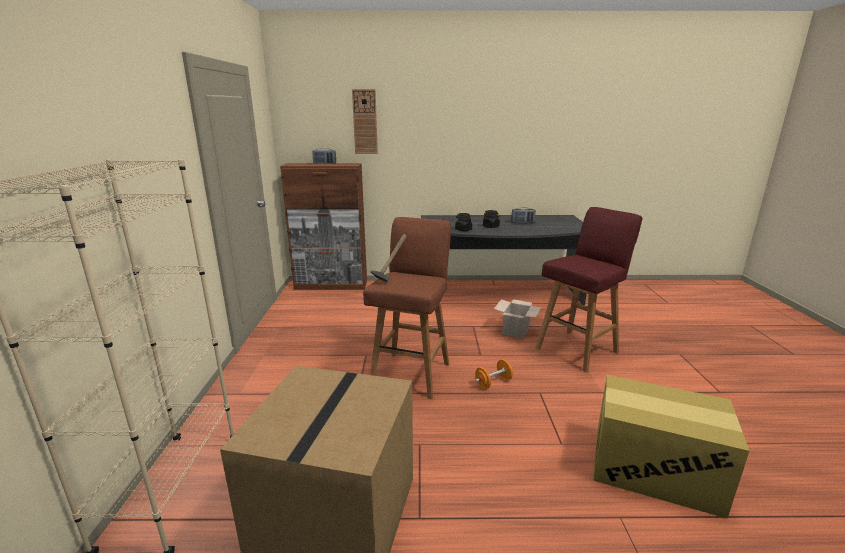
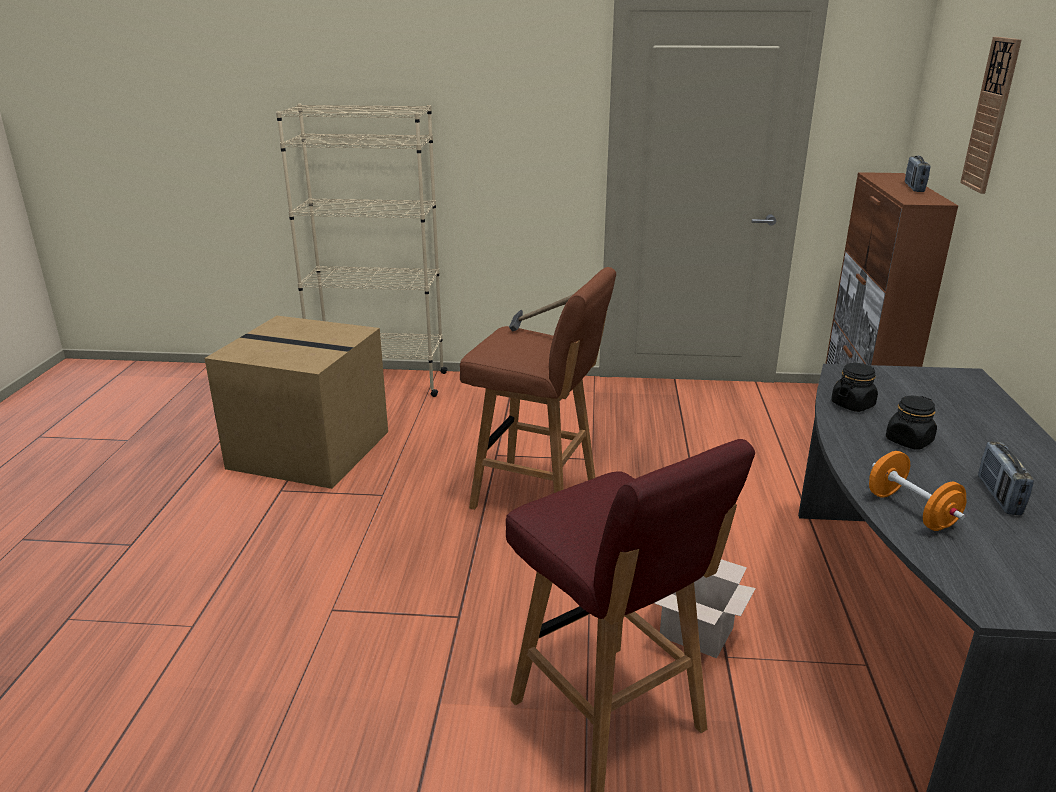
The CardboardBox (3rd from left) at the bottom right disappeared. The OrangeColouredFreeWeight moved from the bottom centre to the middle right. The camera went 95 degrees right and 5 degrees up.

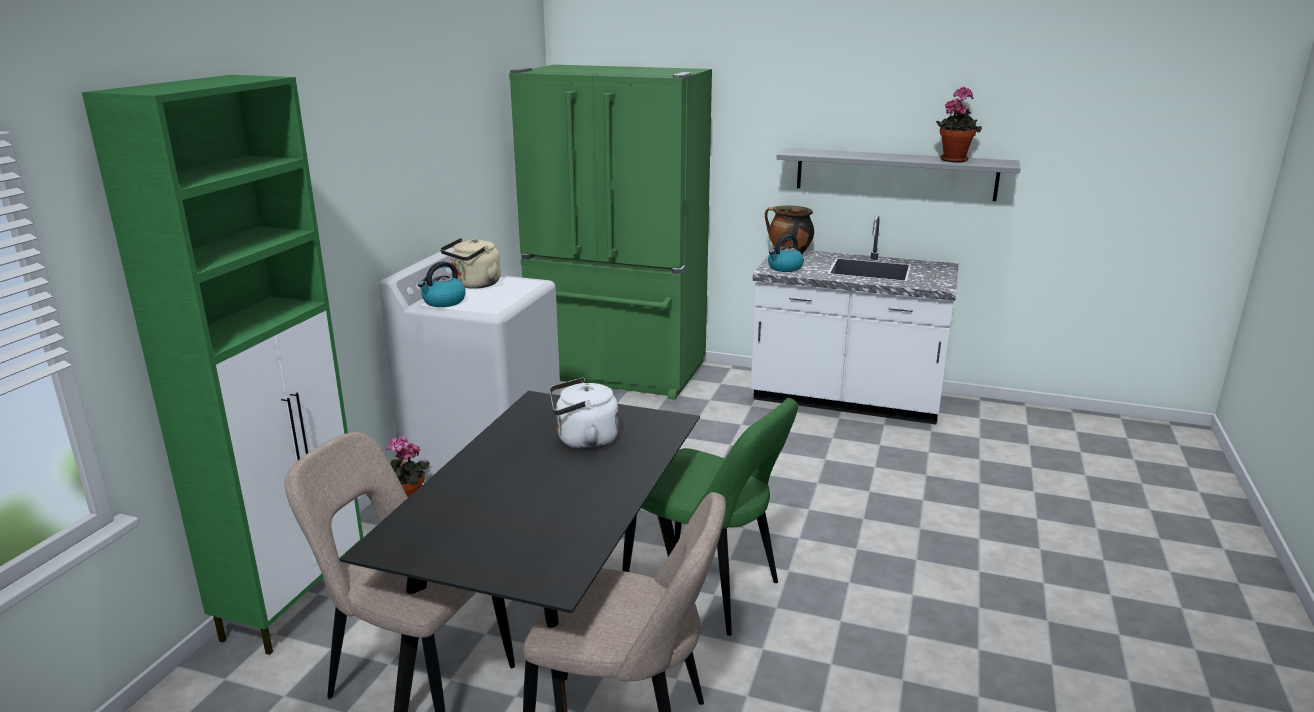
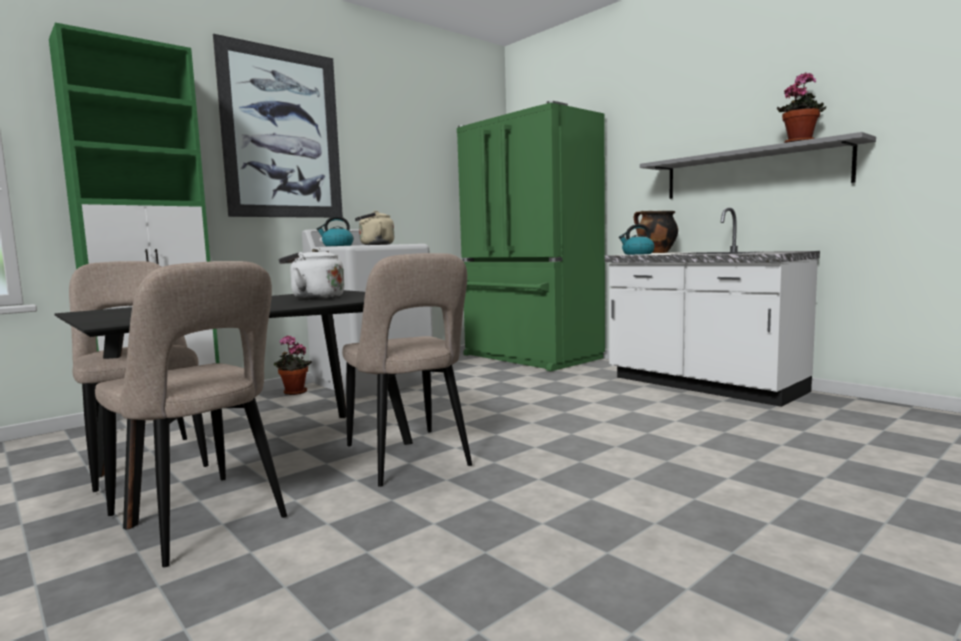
The WallPicture at the top left appeared. The GreenColouredChair at the bottom centre became the SandColouredChair (3rd from left) at the centre. The camera went 30 degrees right and 15 degrees down.

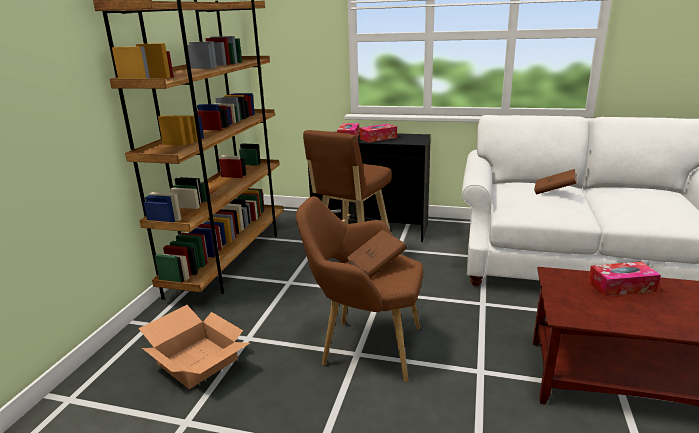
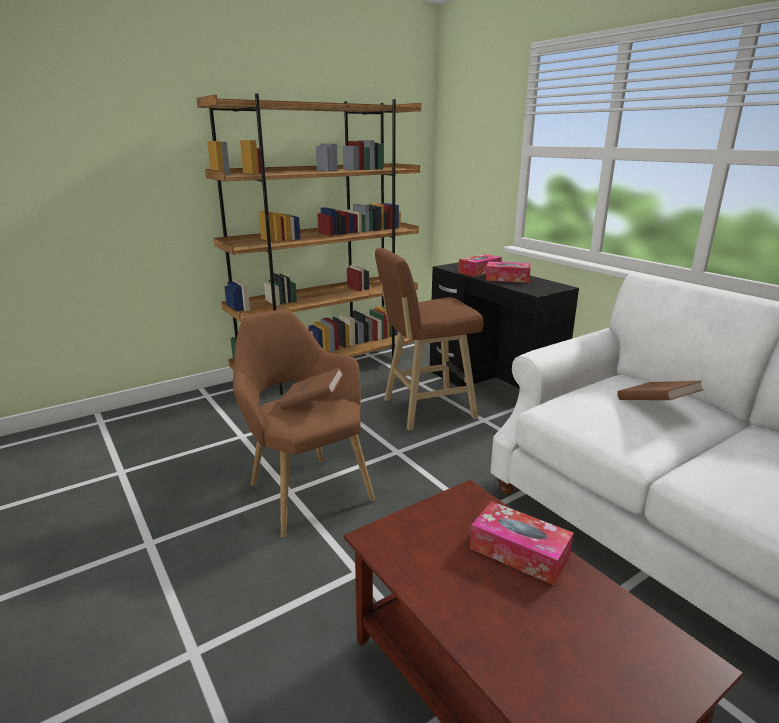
The CardboardBox at the bottom left disappeared. The camera went 40 degrees right and 0 degrees up.

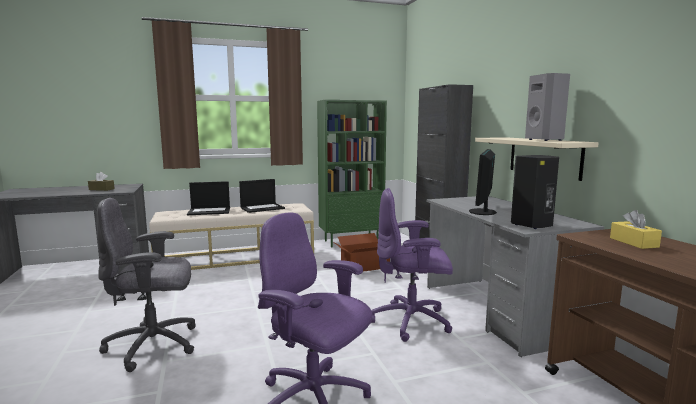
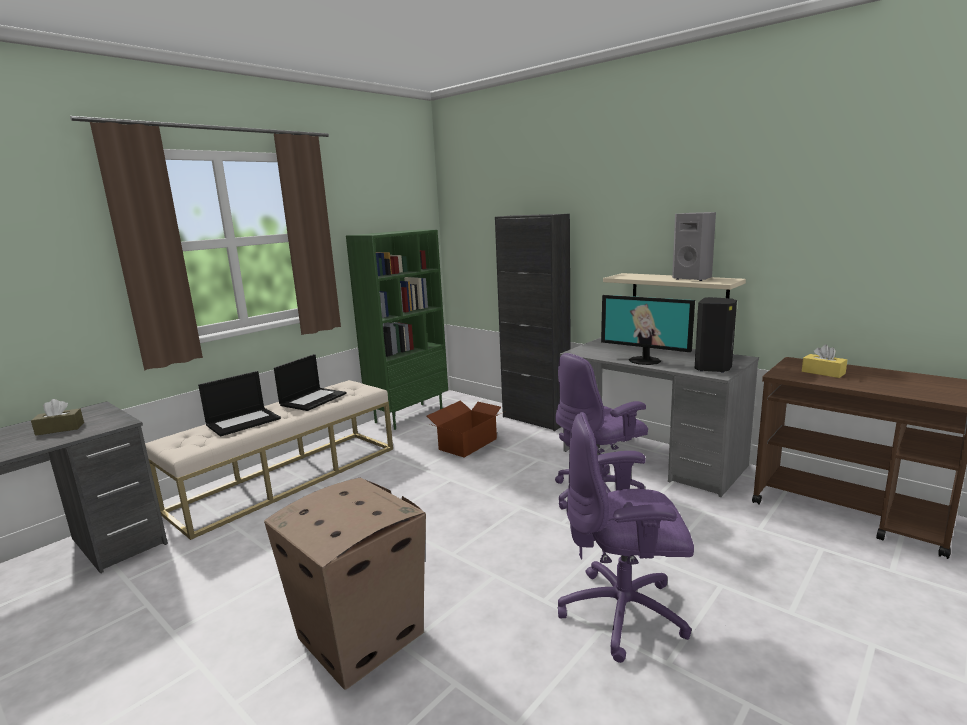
The GrayComputerChair at the bottom left was replaced by the CardboardBox (1st from left) at the bottom centre. The Monitor at the middle right turned 45 degrees counterclockwise. The camera went 30 degrees left and 5 degrees up.

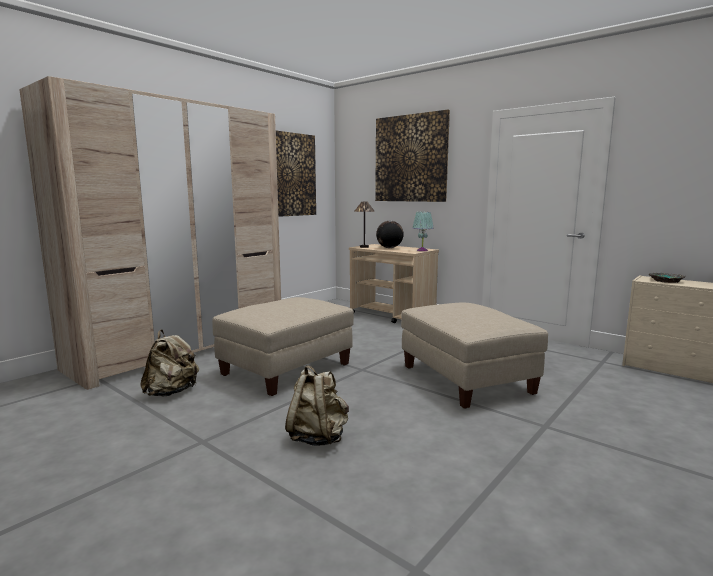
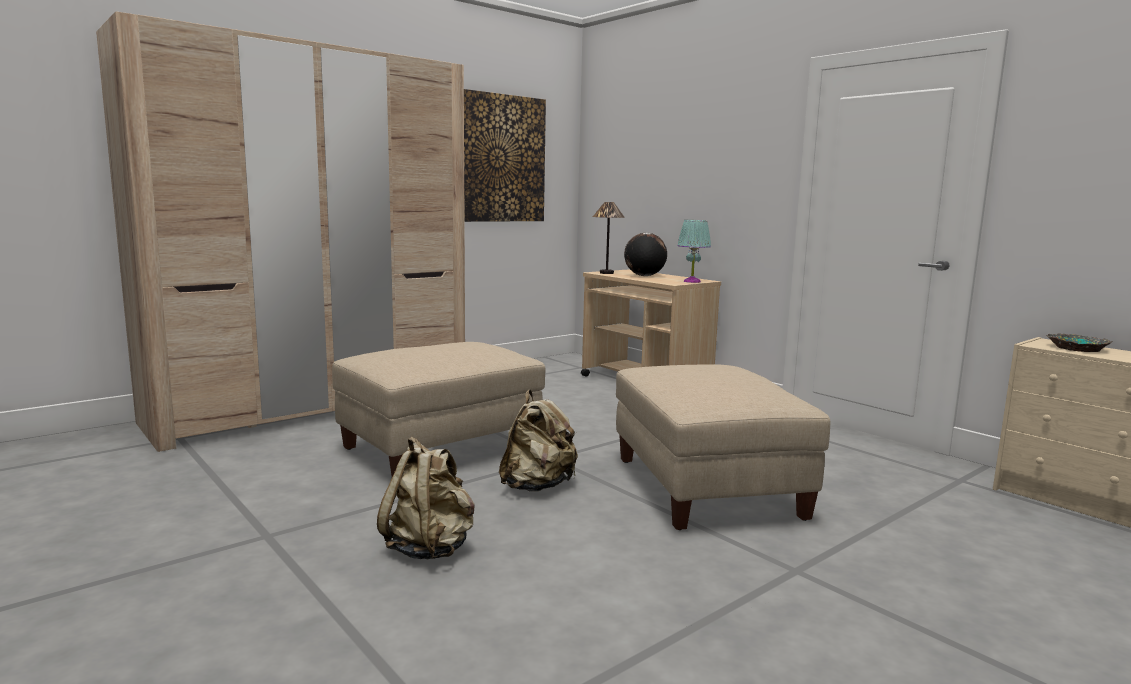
The WallPicture (2nd from left) at the top centre disappeared. The SandColouredBackpack (1st from left in the first image) moved from the middle left to the centre. The camera went 10 degrees right and 0 degrees up.

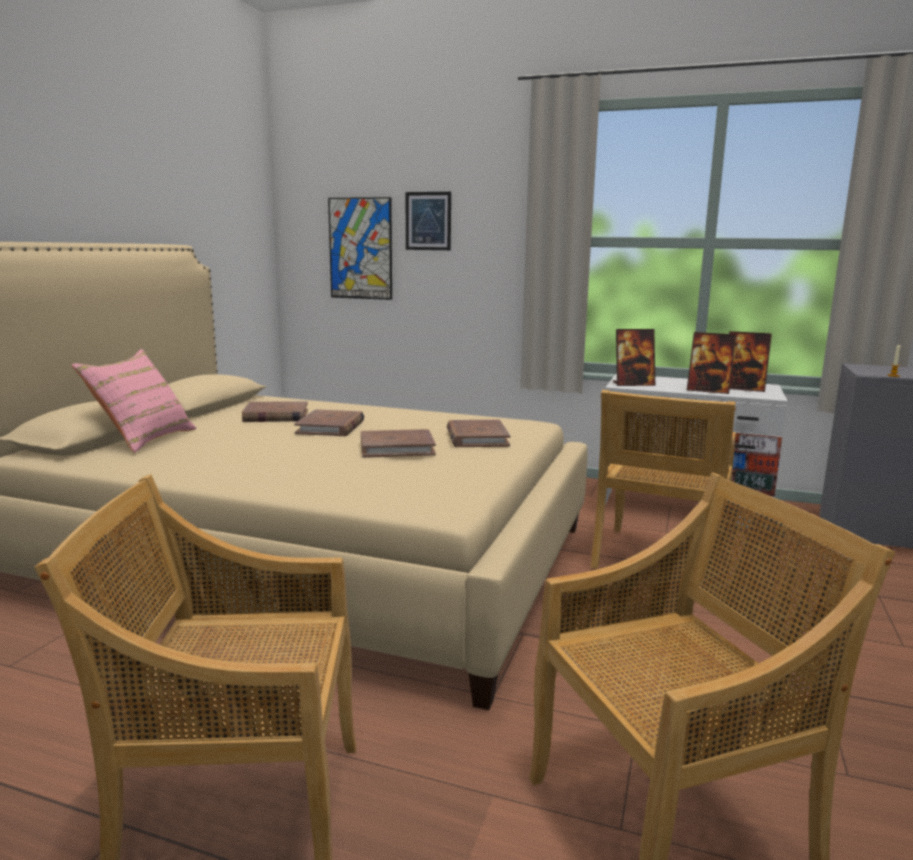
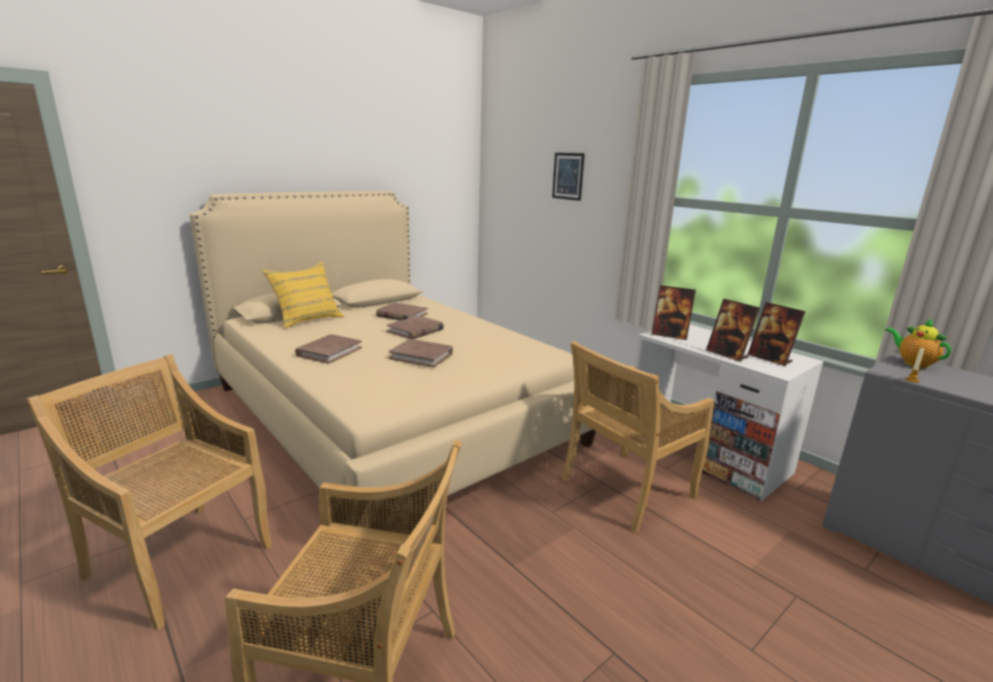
The WallPicture (1st from left) at the top centre disappeared. The TeaPot at the middle right appeared. The BrownishVolume (4th from left in the first image) moved from the centre to the middle left. The PinkThrowPillow at the middle left became the YellowThrowPillow at the middle left. The camera went 30 degrees right and 5 degrees up.

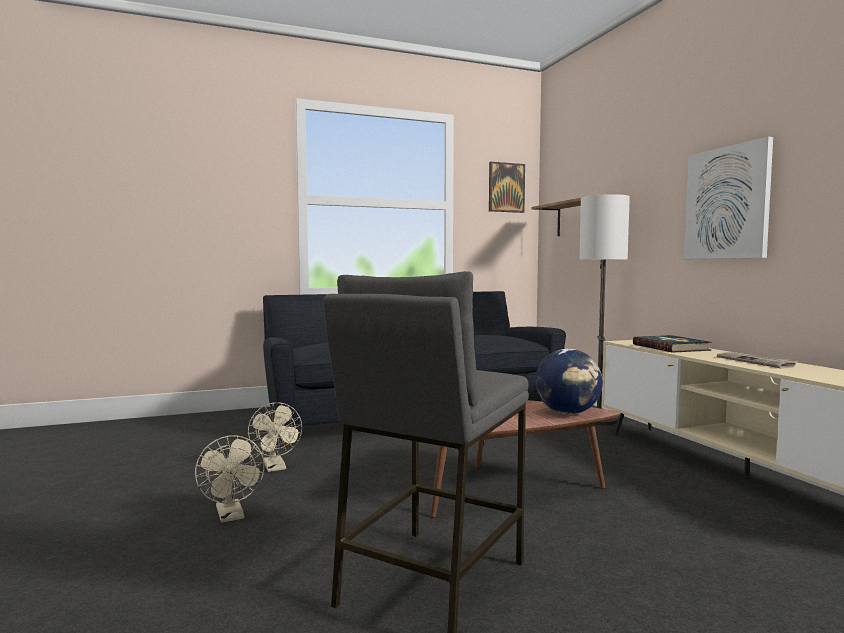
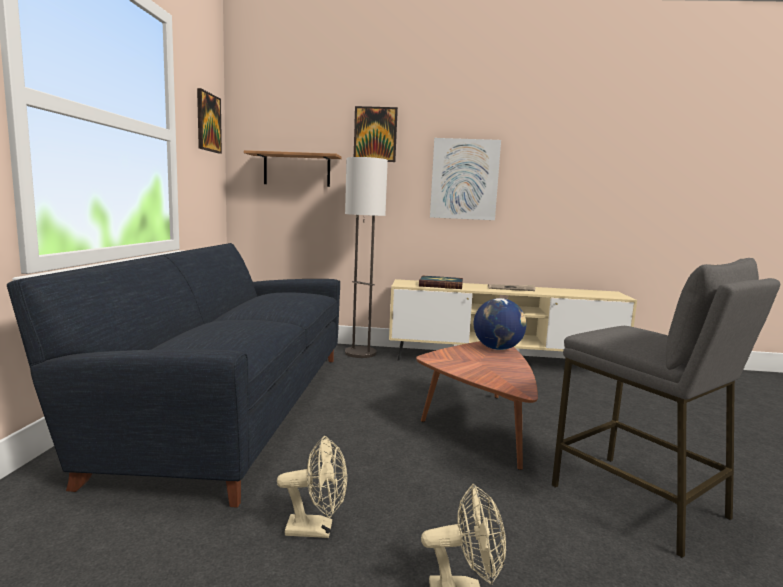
The WallPicture (2nd from left) at the top centre appeared. The camera went 65 degrees left and 5 degrees up.

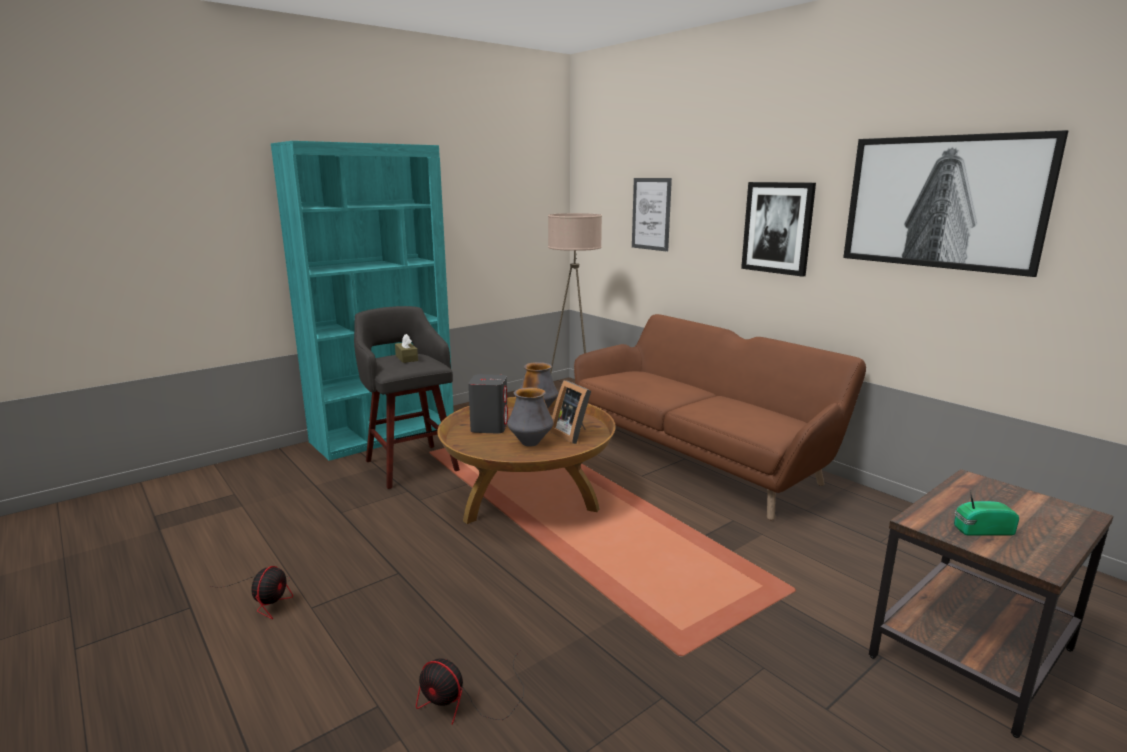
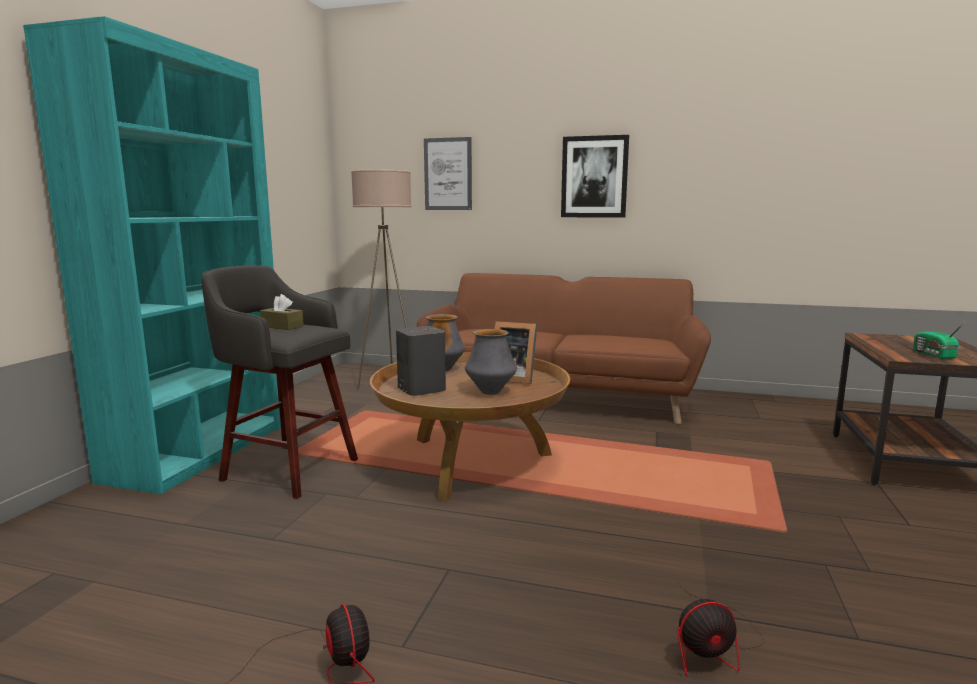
The WallPicture (3rd from left) at the top right disappeared. The RadioReceiver at the bottom right turned 60 degrees counterclockwise. The camera went 35 degrees left and 5 degrees down.

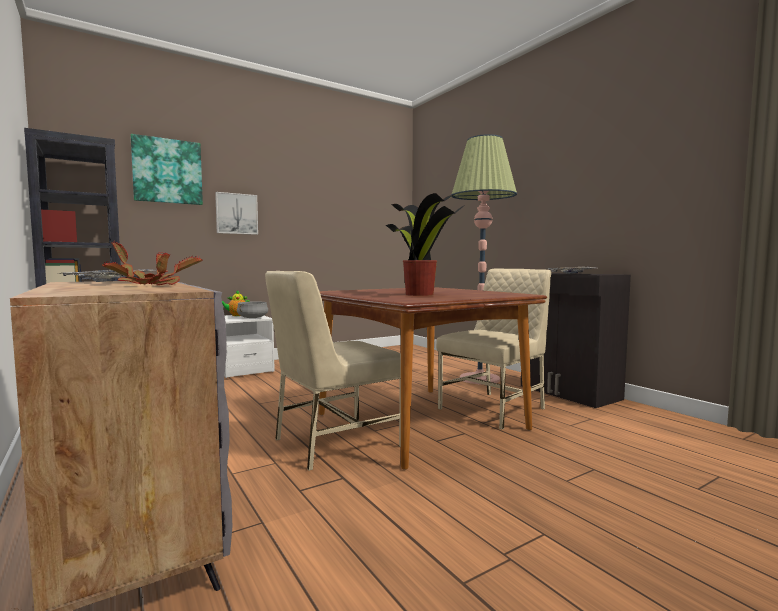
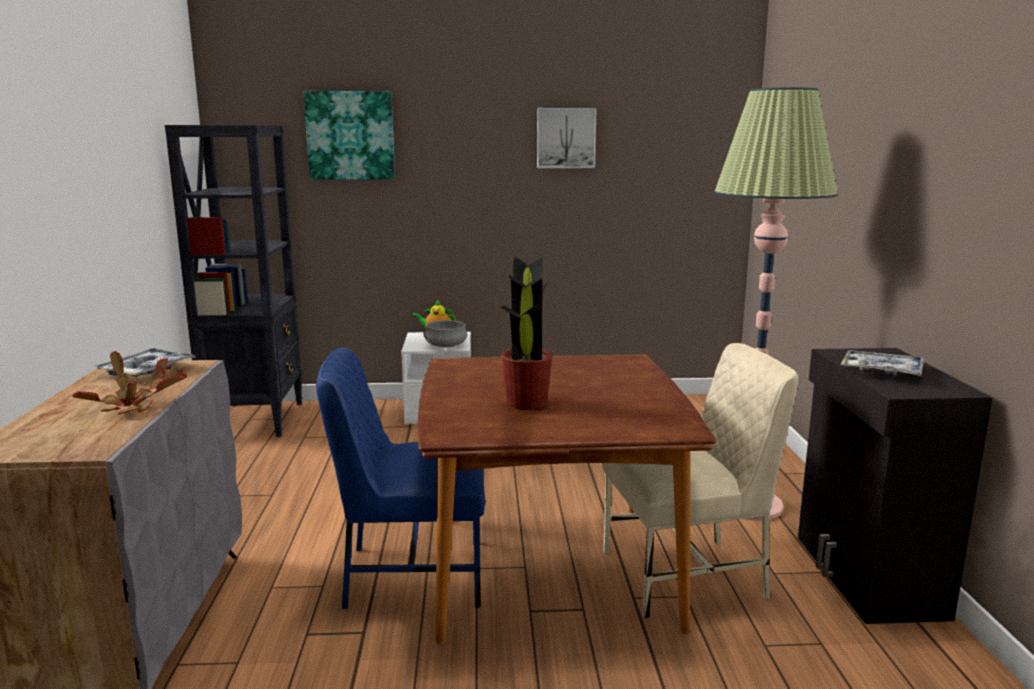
The WallPicture (2nd from left) moved from the middle left to the top centre. The SandColouredChair (1st from left) at the centre became the BlueChair at the bottom centre. The camera went 30 degrees right and 10 degrees up.

